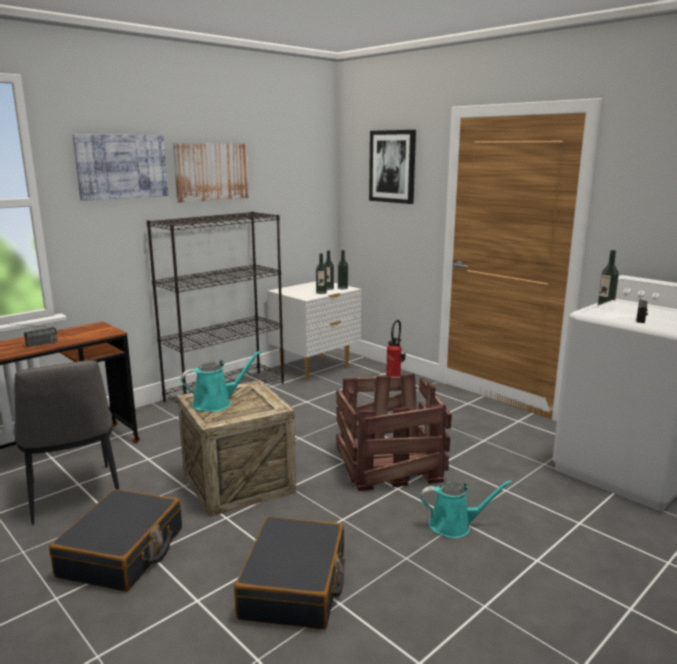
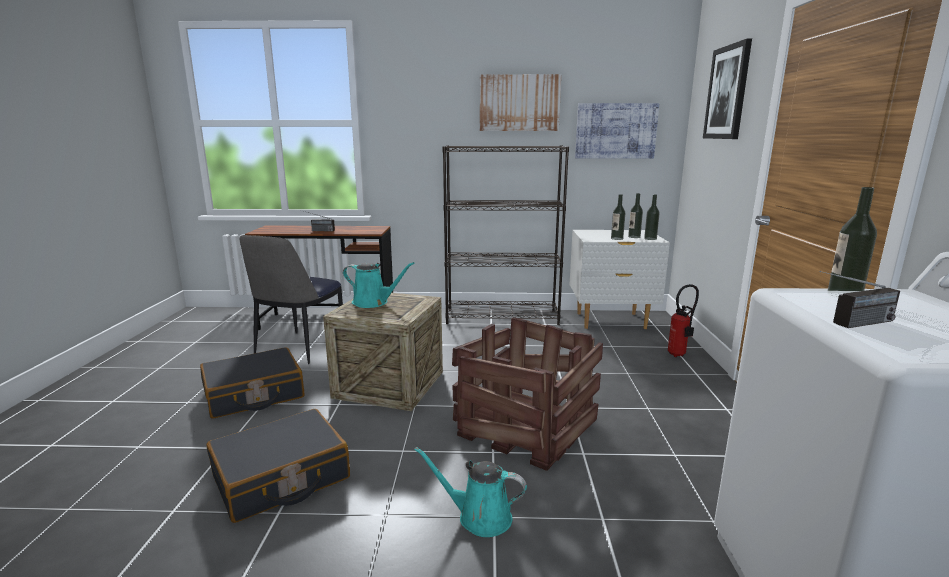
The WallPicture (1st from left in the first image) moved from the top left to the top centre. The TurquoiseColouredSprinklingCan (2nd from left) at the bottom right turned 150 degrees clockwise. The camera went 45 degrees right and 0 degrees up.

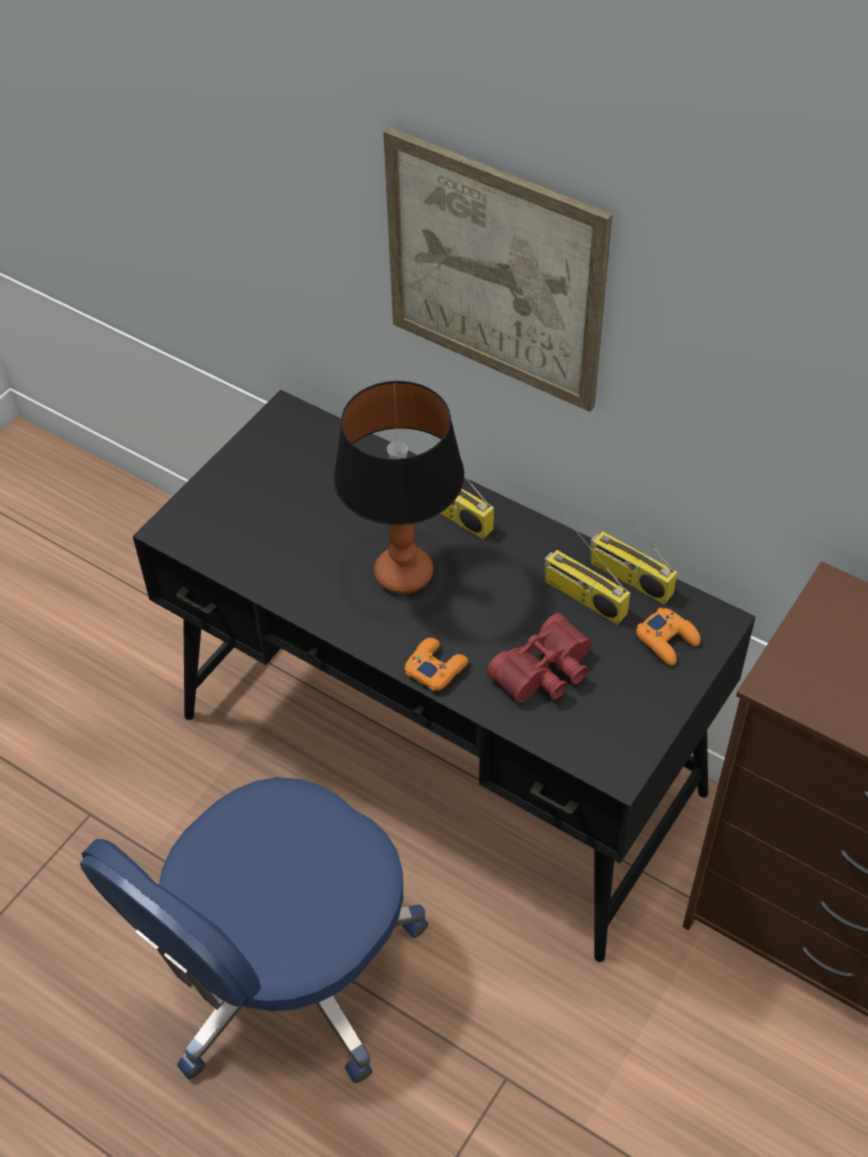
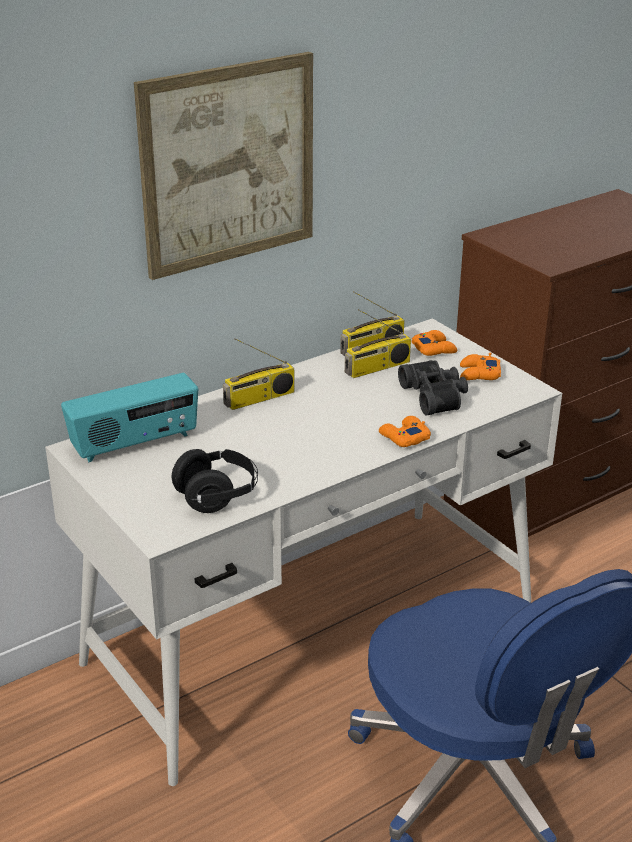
The TableLamp at the centre disappeared. The RadioReceiver (1st from left) at the middle left appeared. The BlackHeadphones at the centre appeared. The OrangeColouredGameController (3rd from left) at the middle right appeared. The BlackDesk at the centre became the WhiteDesk at the centre. The RedFieldGlasses at the centre became the BlackFieldGlasses at the middle right. The camera went 70 degrees left and 20 degrees down.

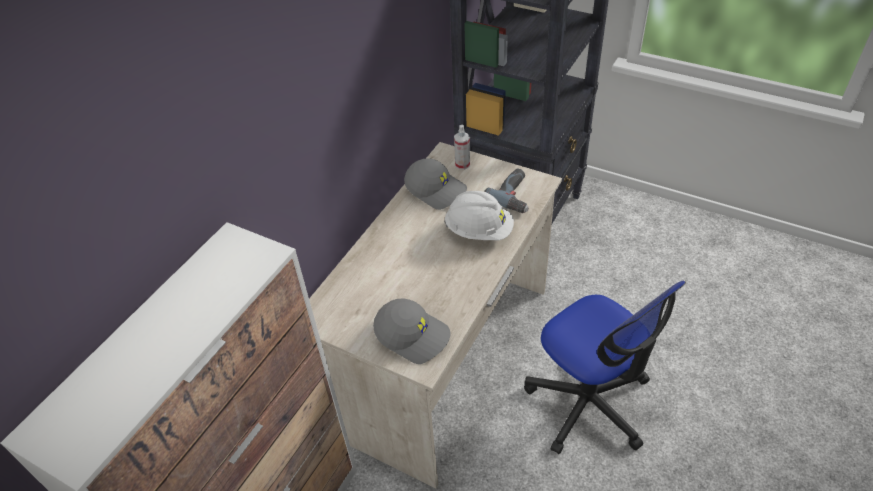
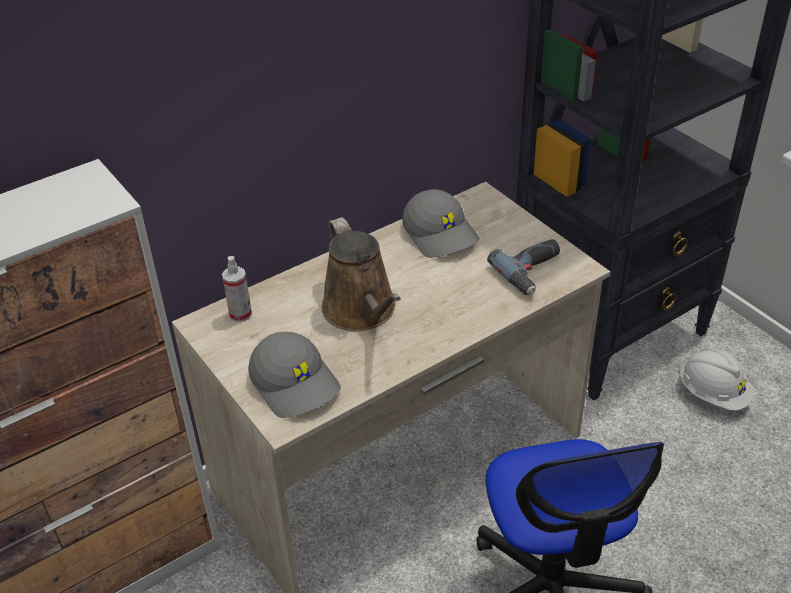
The BrownishSprinklingCan at the centre appeared. The WhiteHardHat moved from the centre to the middle right. The Sprayer moved from the top centre to the middle left. The camera went 25 degrees right and 5 degrees down.

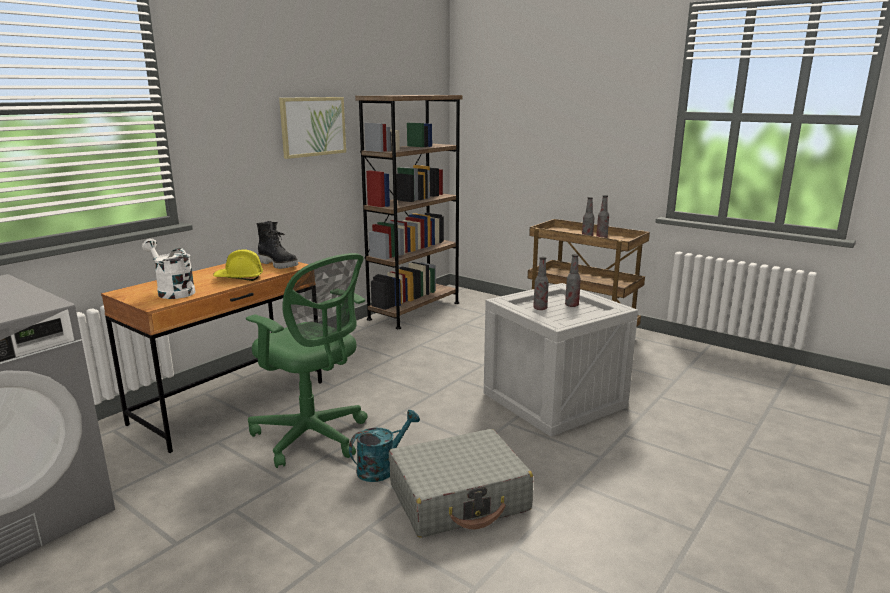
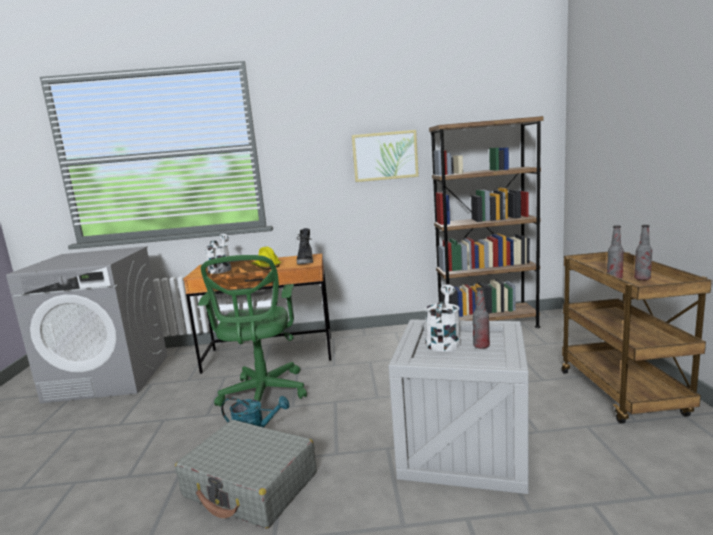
The BeverageBottle (1st from left) at the centre was replaced by the WhiteSprinklingCan (2nd from left) at the centre. The camera went 50 degrees right and 5 degrees down.

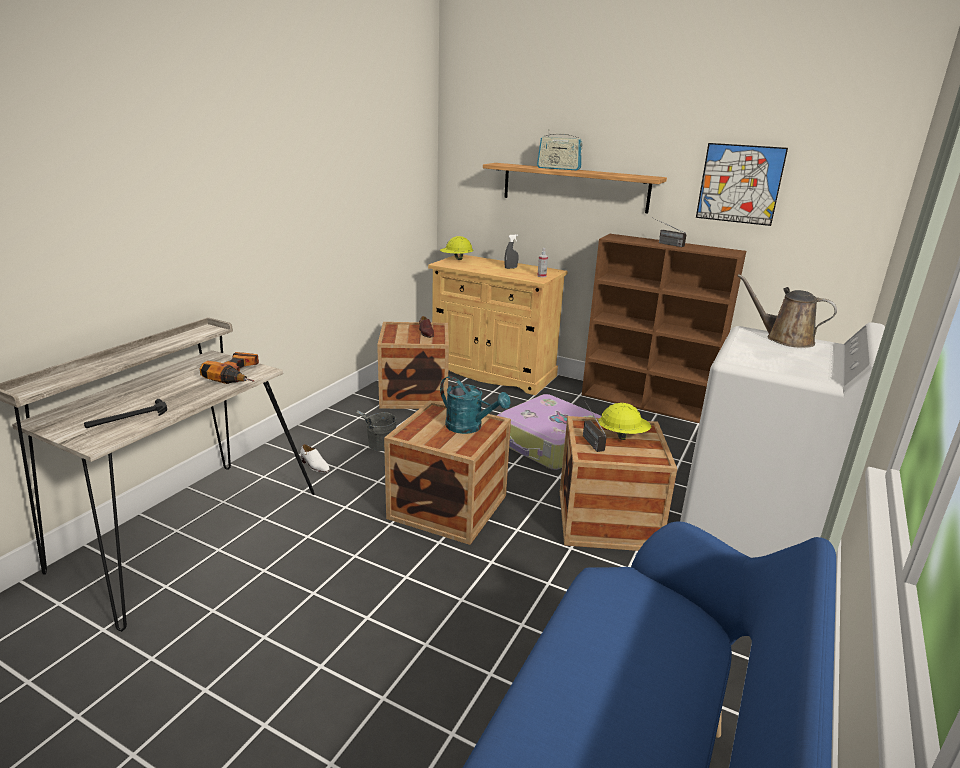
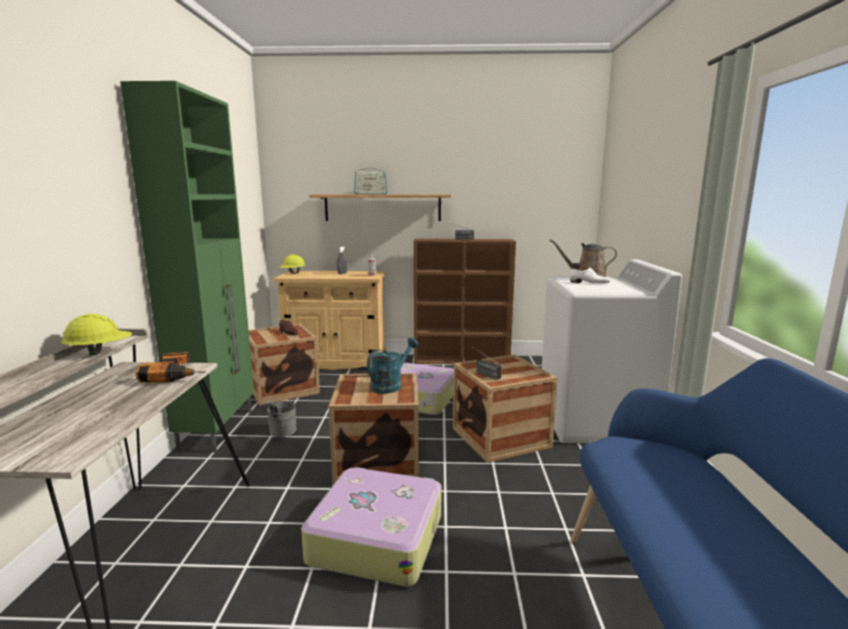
The ToolHammer at the middle left disappeared. The WallPicture at the top right disappeared. The GreenColouredStorageCabinet at the middle left appeared. The TravelCase (1st from left) at the bottom centre appeared. The WhiteShoe moved from the middle left to the middle right. The YellowHardHat (2nd from left in the first image) moved from the centre to the middle left. The TurquoiseColouredSprinklingCan at the centre turned 60 degrees counterclockwise. The camera went 25 degrees left and 10 degrees down.

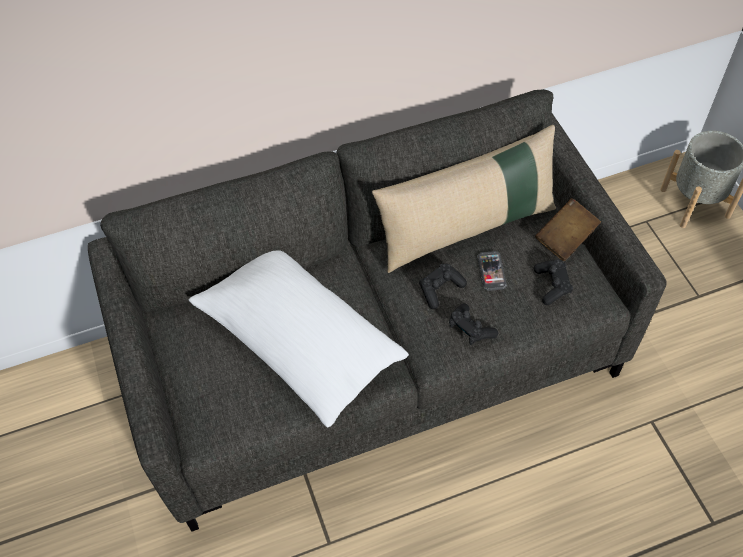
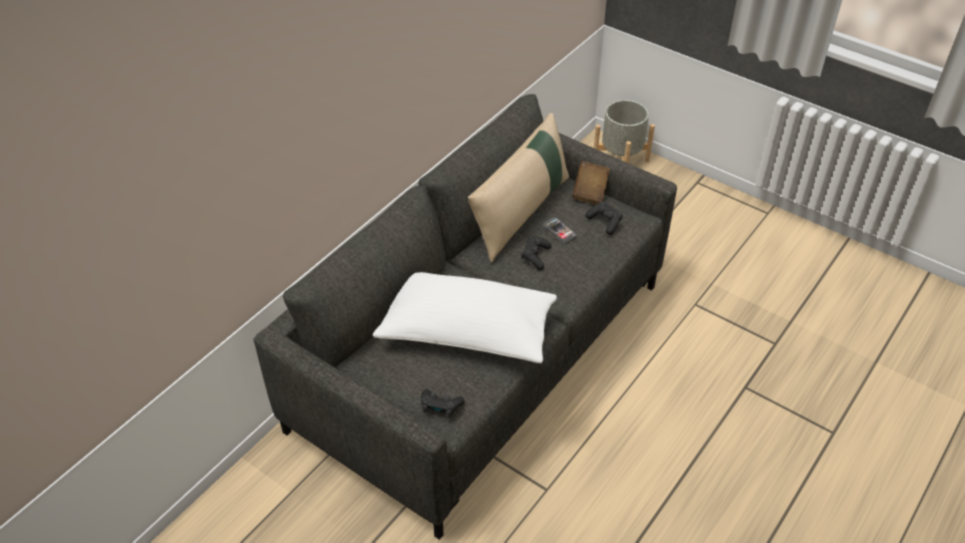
The BlackGameController (2nd from left in the first image) moved from the centre to the bottom centre. The camera went 35 degrees left and 10 degrees down.

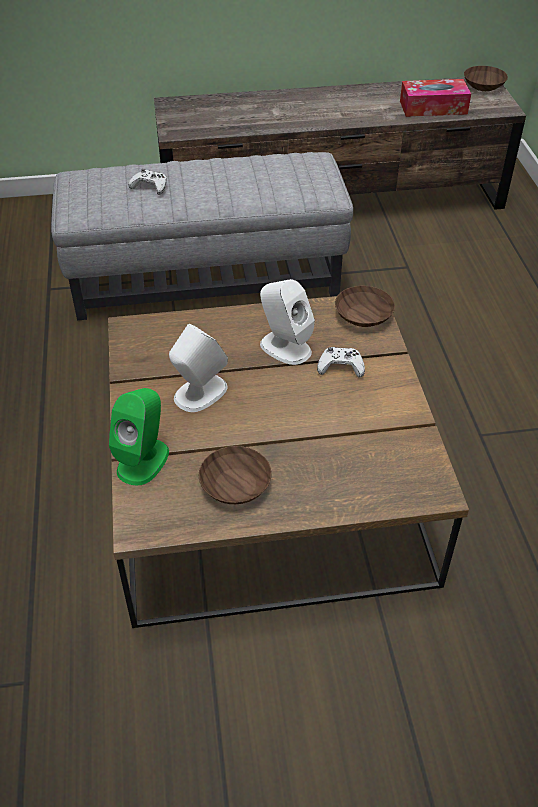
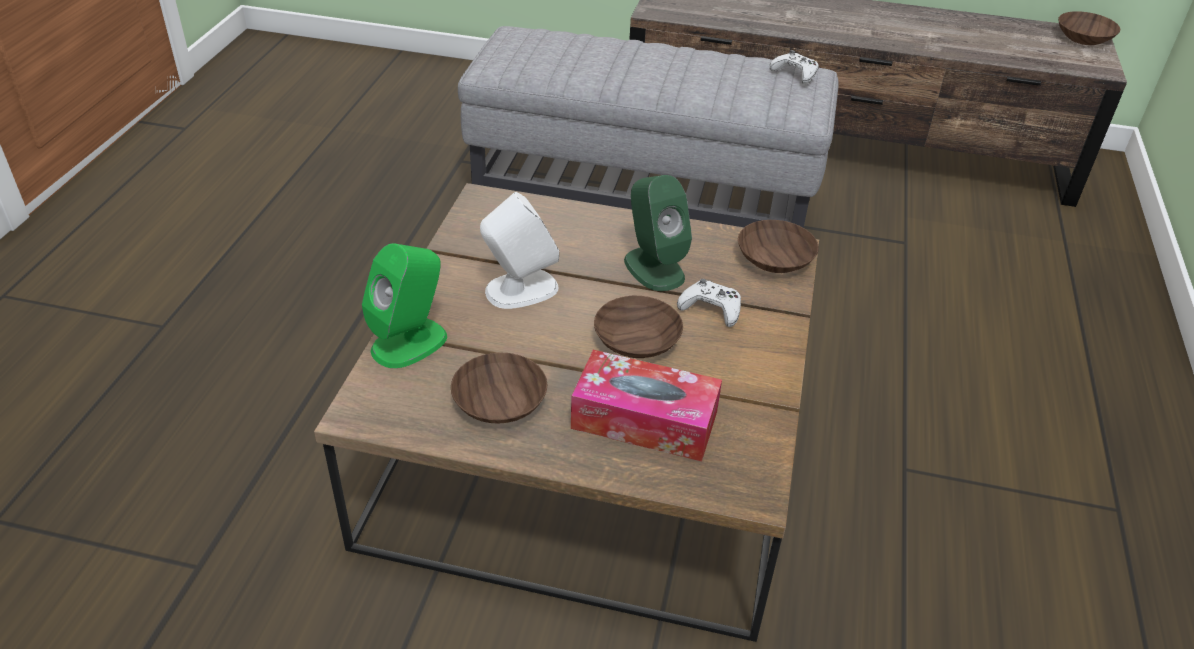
The BrownishDeepDish (2nd from left) at the centre appeared. The WhiteGameController (1st from left in the first image) moved from the top left to the top centre. The TissueHolder moved from the top right to the centre. The WhiteLoudspeaker (2nd from left) at the centre became the GreenColouredLoudspeaker (2nd from left) at the centre. The camera went 20 degrees right and 5 degrees down.

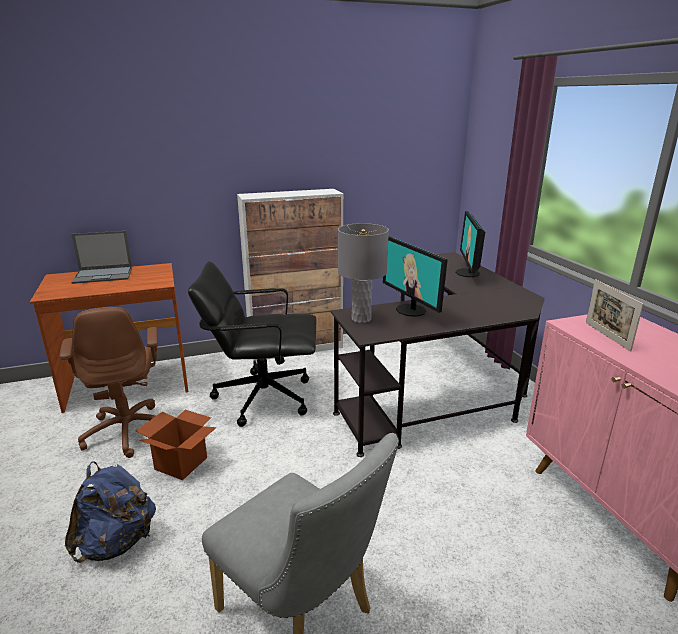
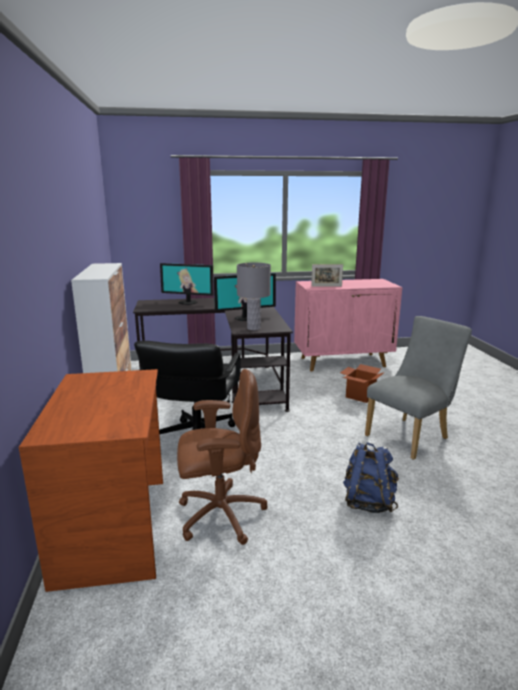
The Laptop at the middle left disappeared. The CardboardBox moved from the bottom left to the middle right. The camera went 80 degrees left and 5 degrees down.

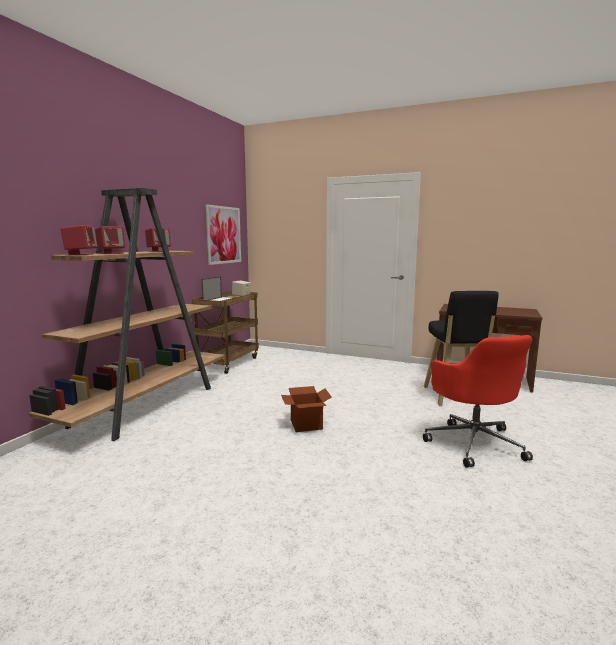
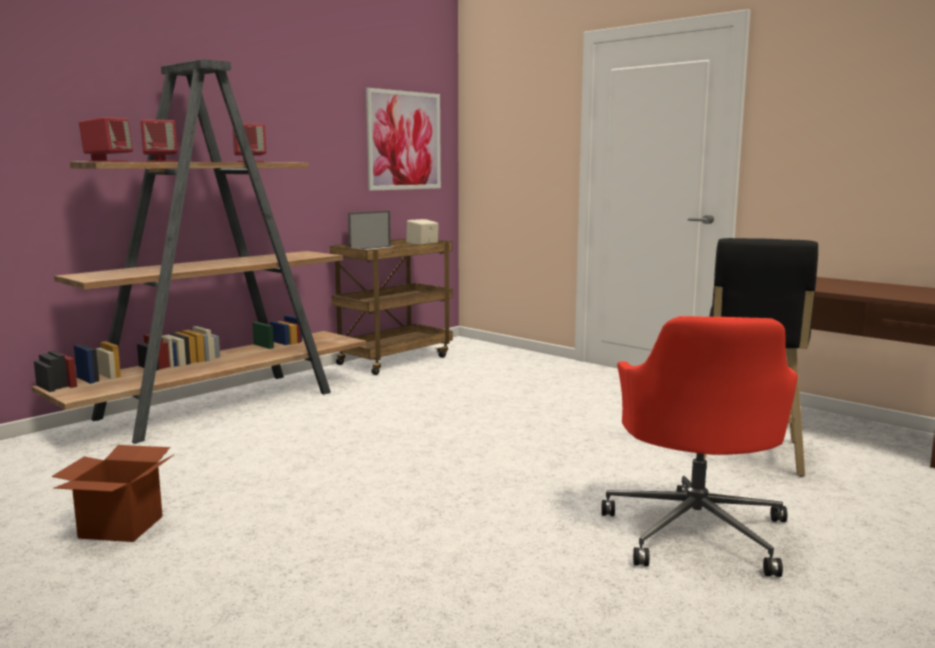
The CardboardBox moved from the centre to the bottom left. The camera went 20 degrees right and 0 degrees up.

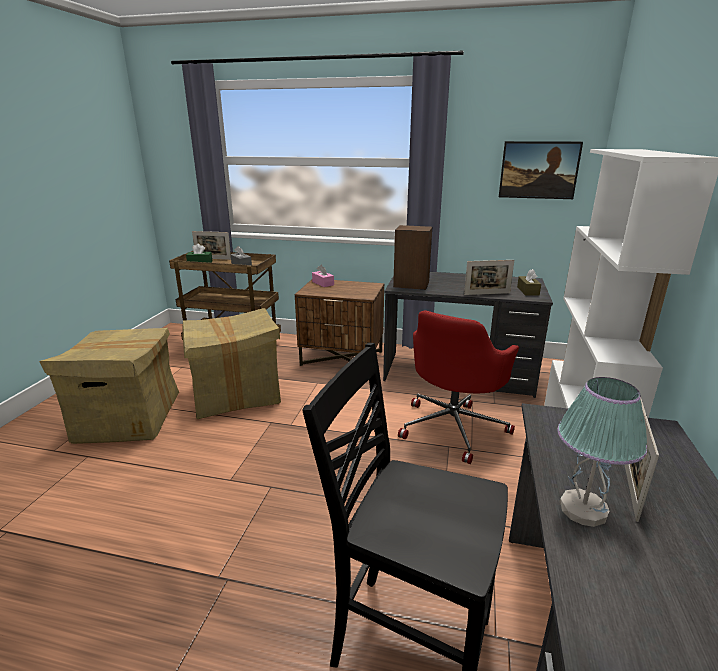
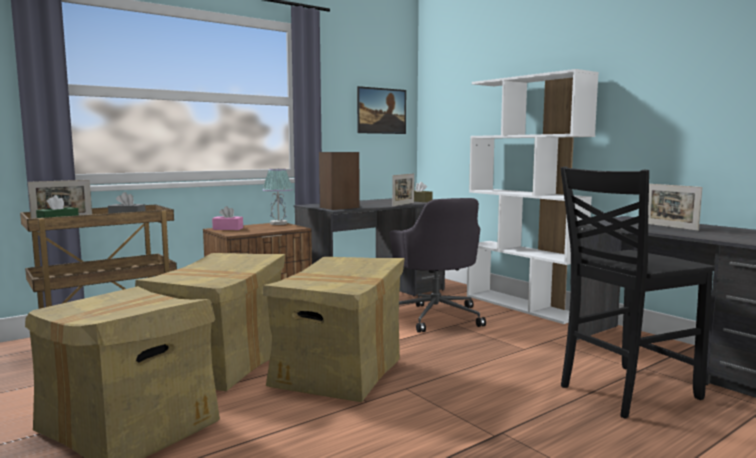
The CardboardBox (3rd from left) at the bottom centre appeared. The TableLamp moved from the bottom right to the centre. The RedComputerChair at the centre became the GrayComputerChair at the centre. The camera went 50 degrees left and 15 degrees down.

